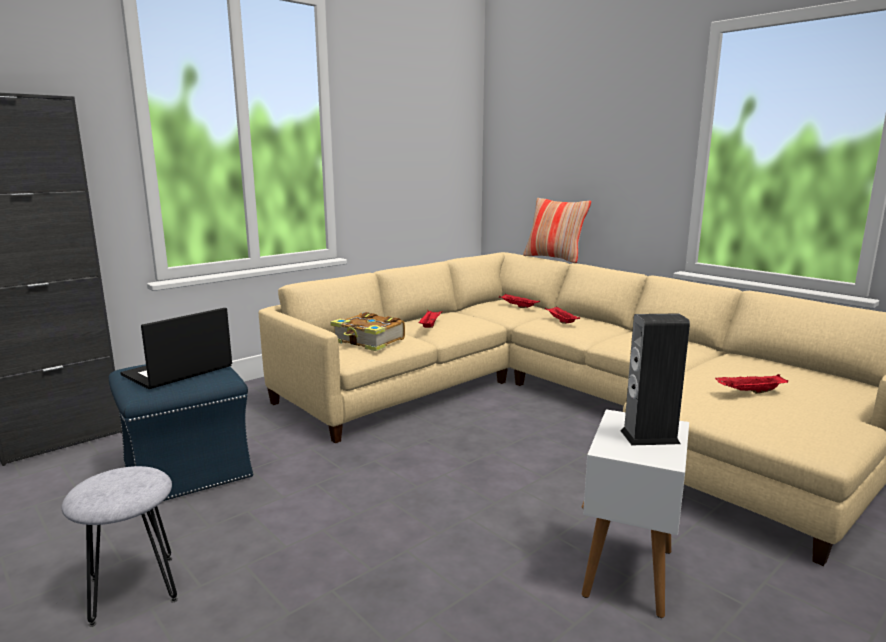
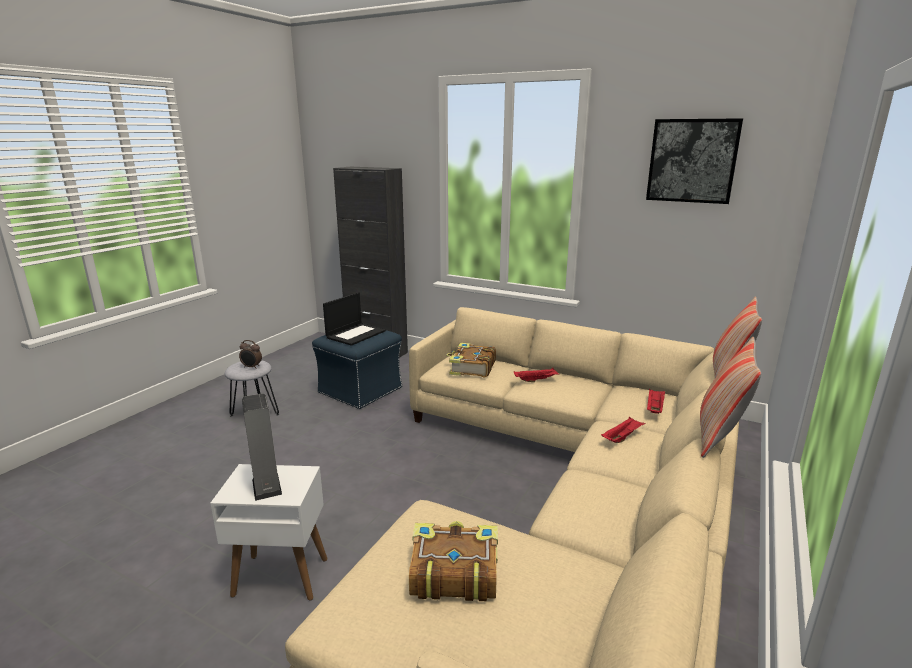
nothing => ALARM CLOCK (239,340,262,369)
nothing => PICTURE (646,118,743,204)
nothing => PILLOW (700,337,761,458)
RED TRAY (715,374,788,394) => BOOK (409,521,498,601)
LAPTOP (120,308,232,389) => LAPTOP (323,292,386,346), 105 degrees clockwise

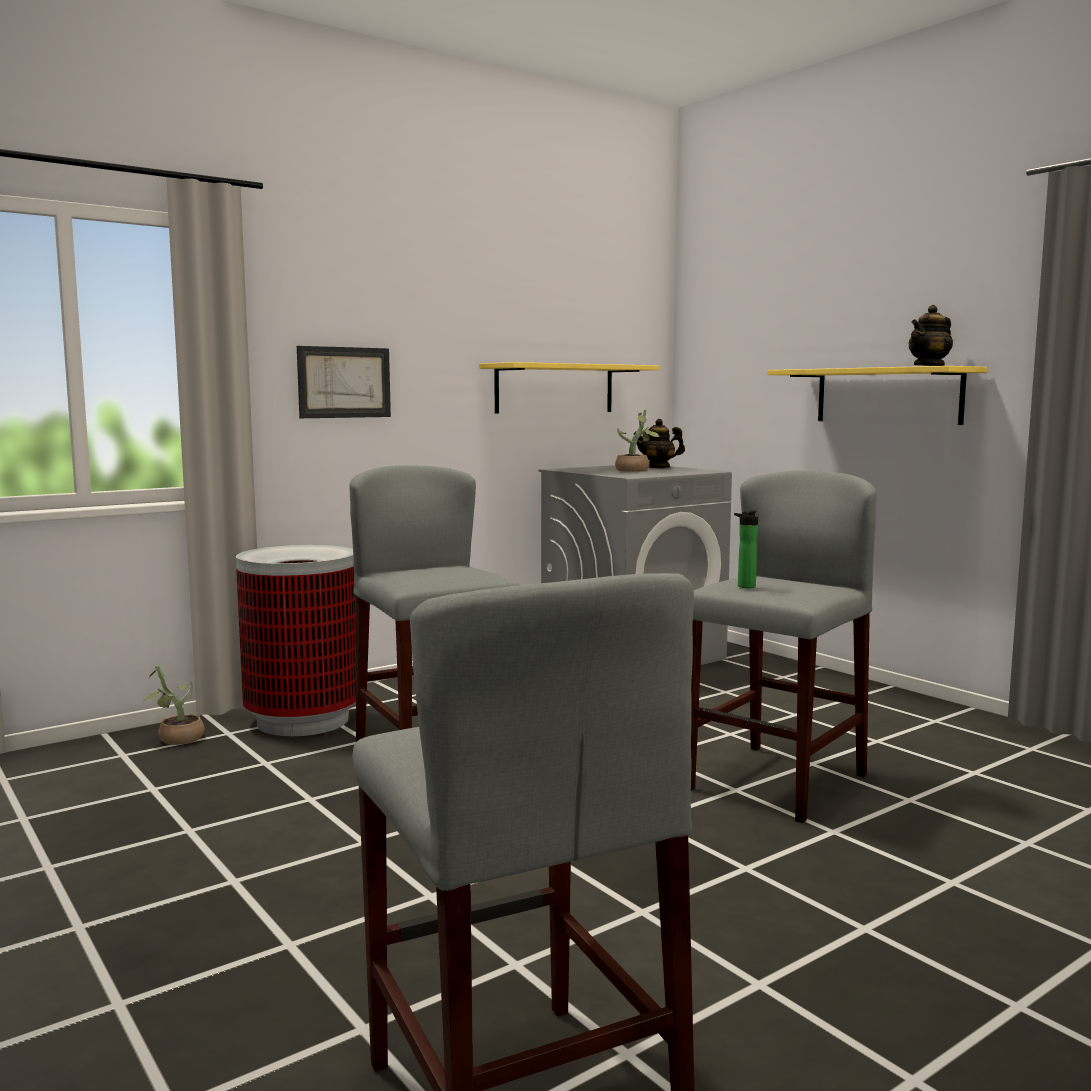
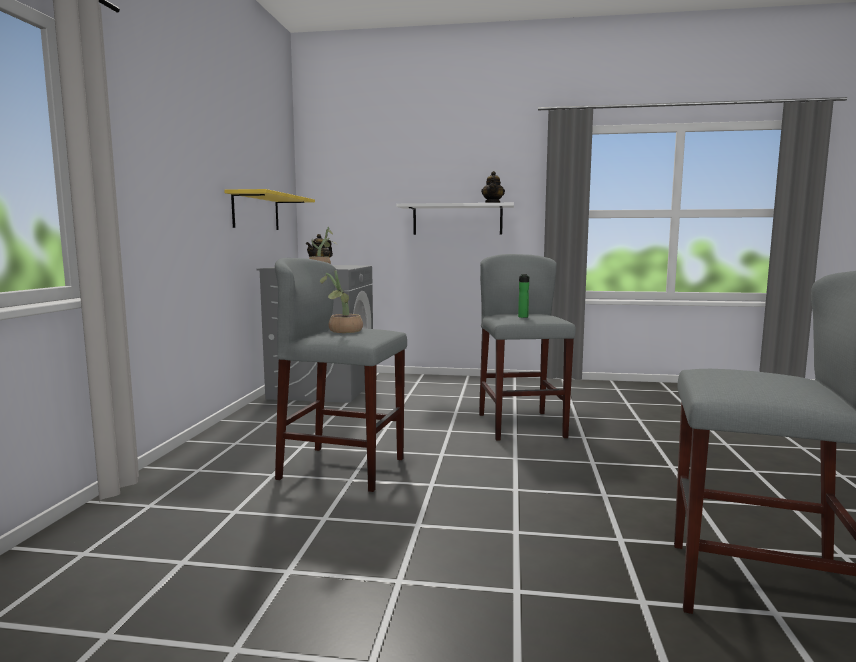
TRASH CAN (236,545,356,736) => nothing
PICTURE (297,346,391,418) => nothing
POTTED PLANT (143,666,205,745) => POTTED PLANT (320,270,363,333), moved
YELLOW SHELF (767,366,987,425) => WHITE SHELF (396,203,514,235)

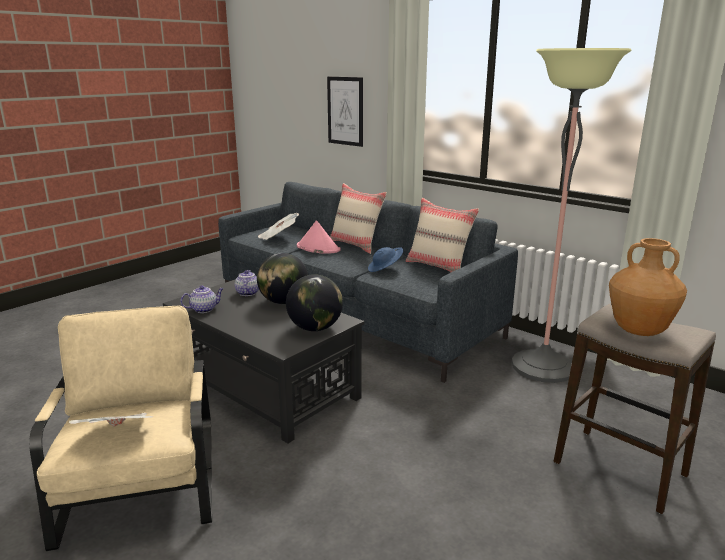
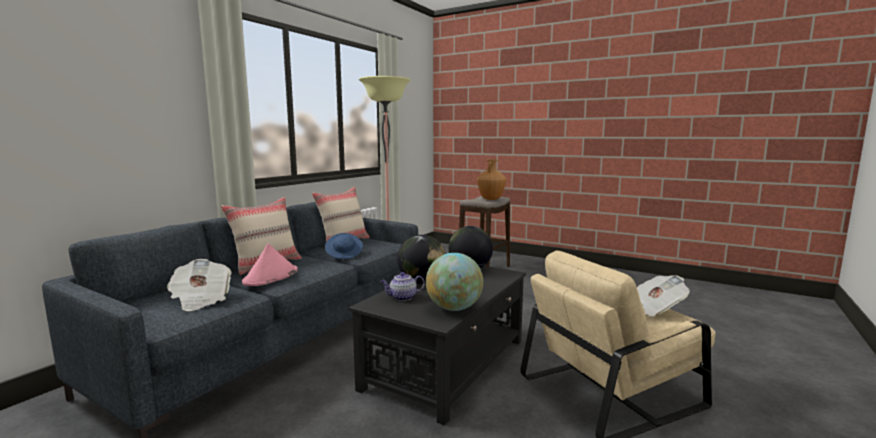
PICTURE (327,77,363,147) => nothing
TEAPOT (180,285,224,313) => GLOBE (426,253,483,311)

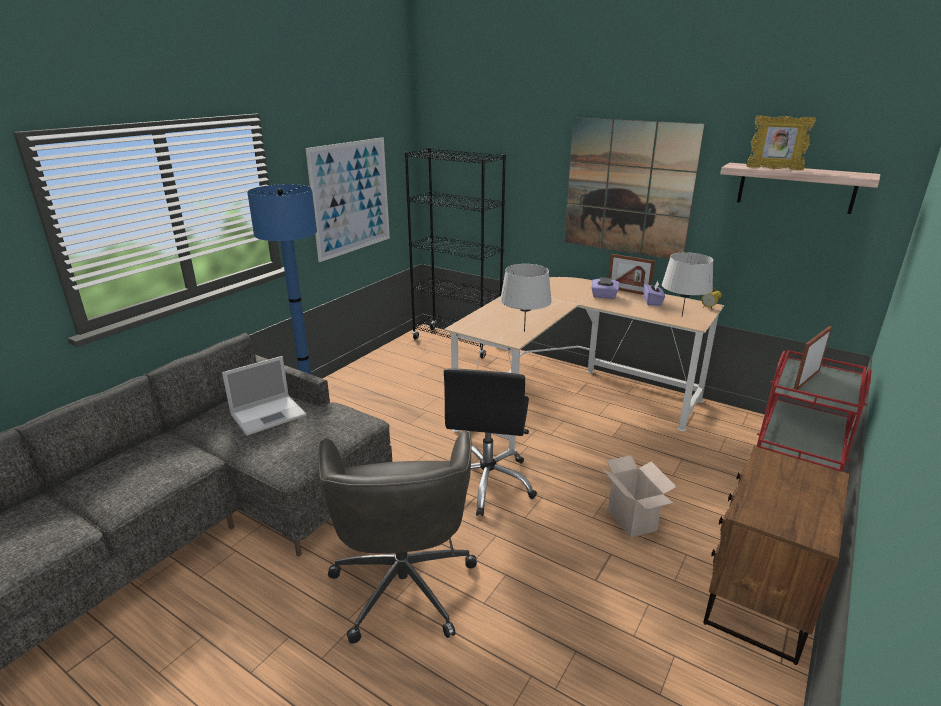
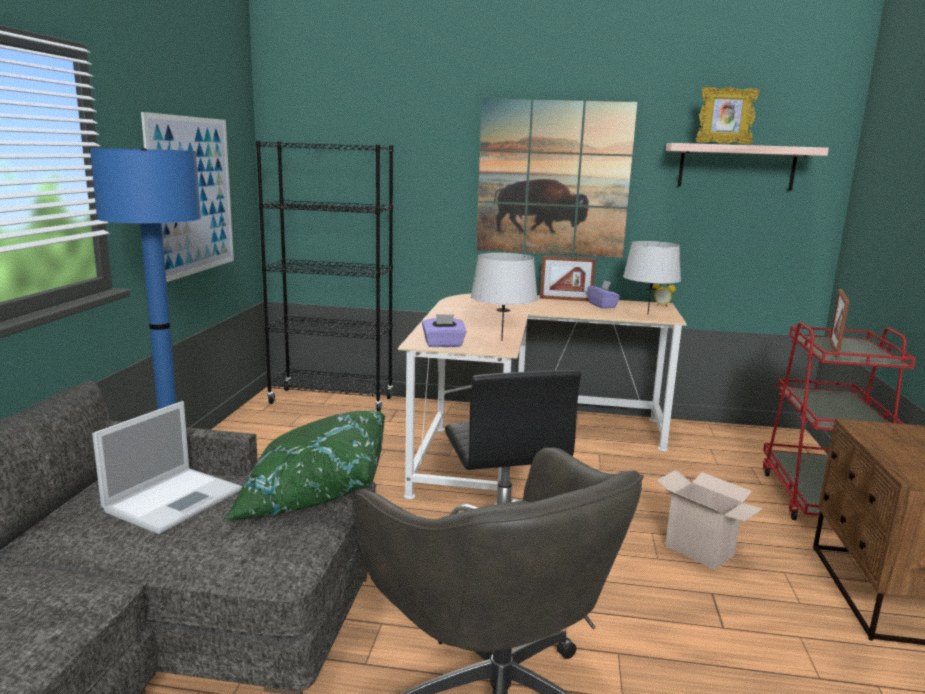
nothing => GREEN PILLOW (225,410,385,520)
PURPLE TISSUE BOX (591,277,619,299) => PURPLE TISSUE BOX (422,314,466,347), moved

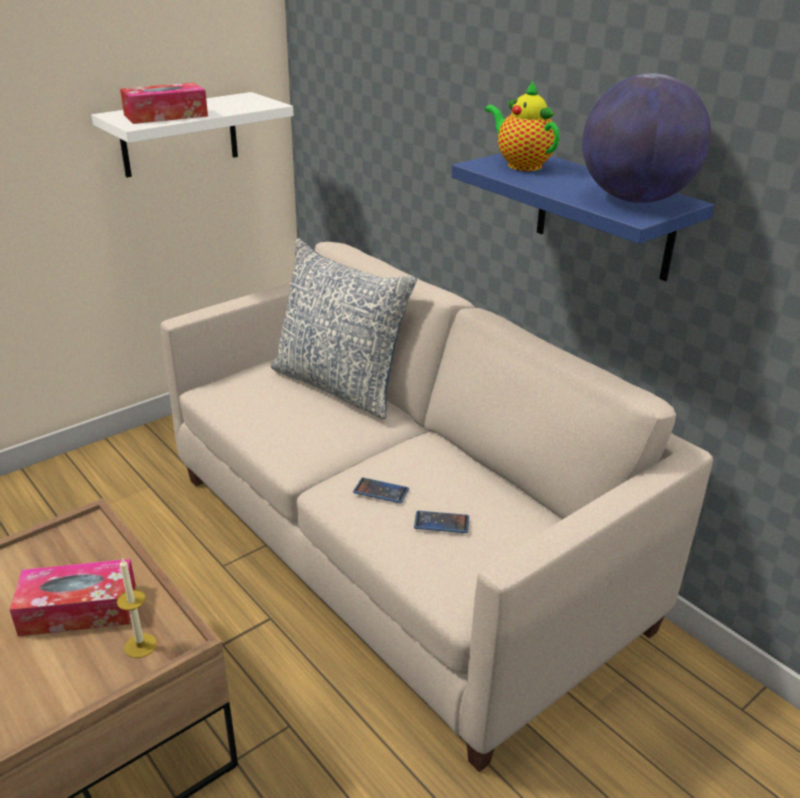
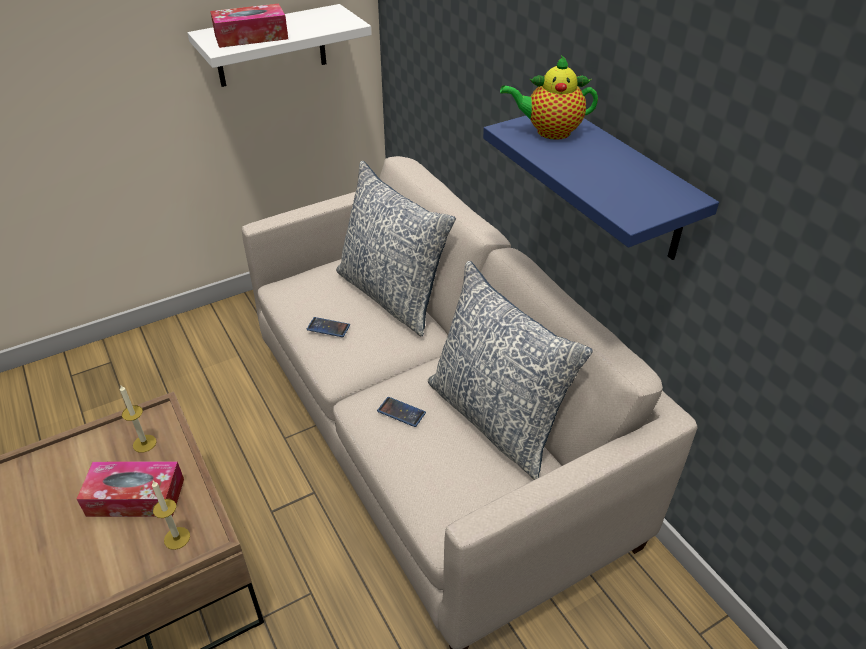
GLOBE (582,73,711,203) => nothing
nothing => CANDLE (120,385,156,453)
nothing => PILLOW (428,261,593,480)
PHONE (414,511,469,533) => PHONE (307,317,350,337), moved
TEAPOT (485,80,560,171) => TEAPOT (500,55,598,140), 60 degrees counterclockwise

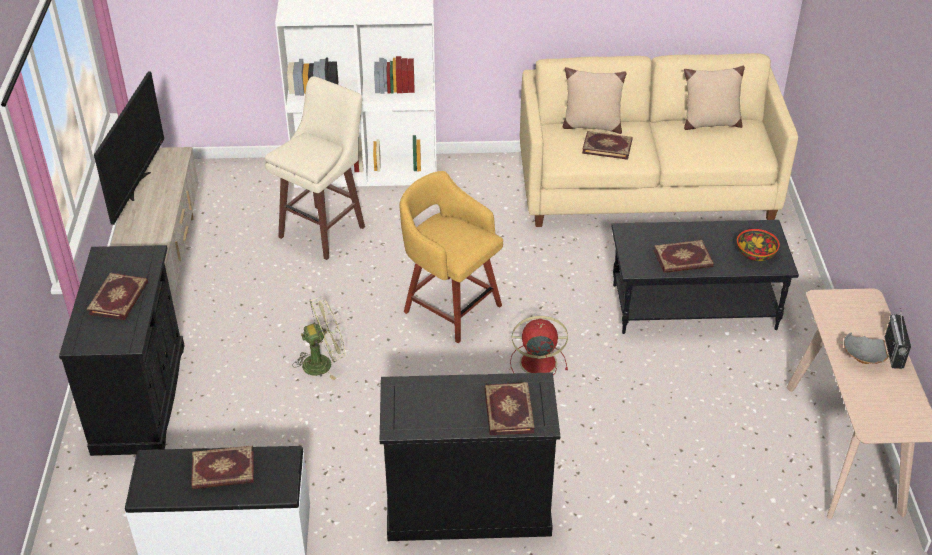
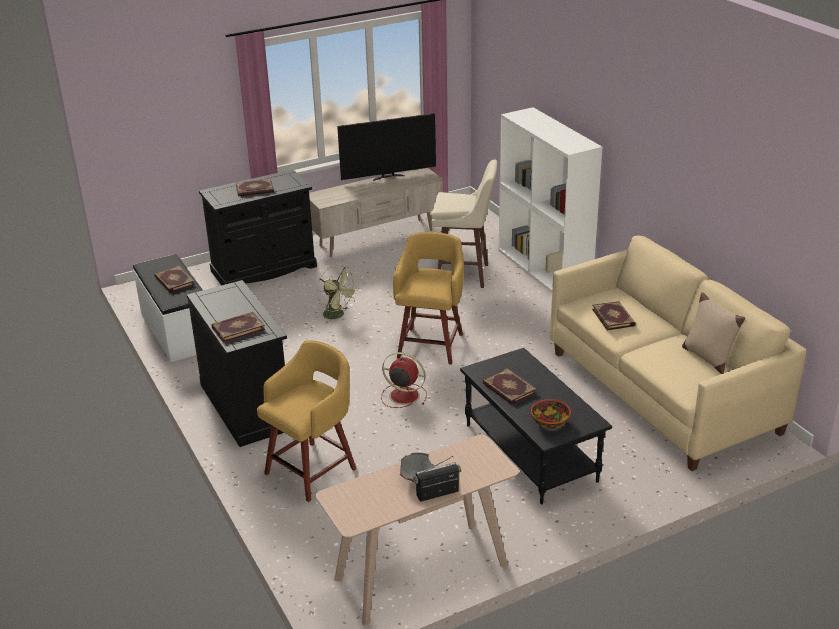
BEIGE PILLOW (563,67,627,134) => nothing
nothing => YELLOW STOOL (257,340,356,502)
RED FAN (510,316,568,375) => RED FAN (381,352,427,408), 45 degrees counterclockwise

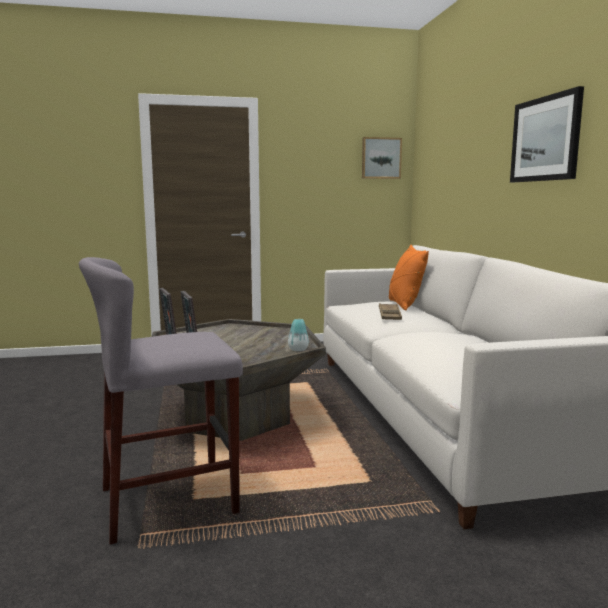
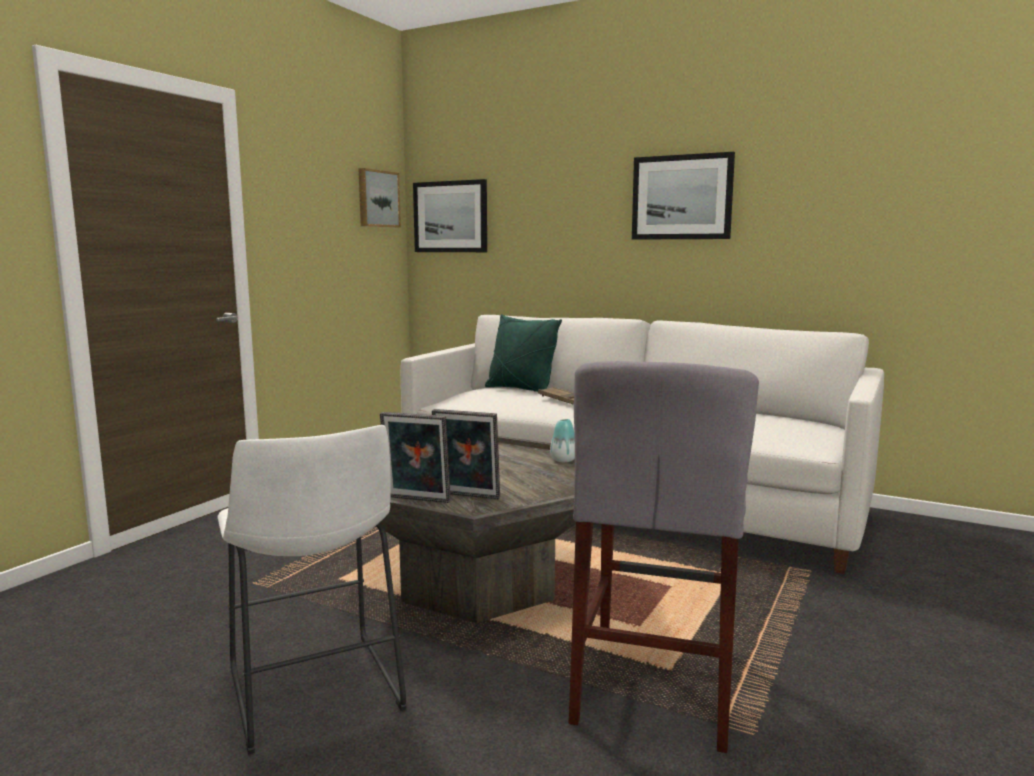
nothing => WHITE STOOL (217,425,407,755)
nothing => PICTURE (413,179,487,252)
ORANGE PILLOW (389,245,429,311) => GREEN PILLOW (485,314,562,392)

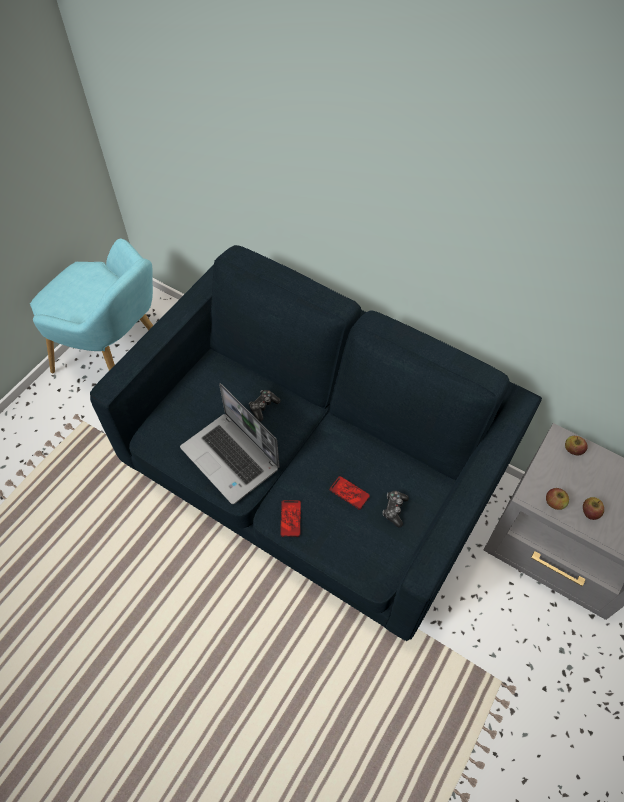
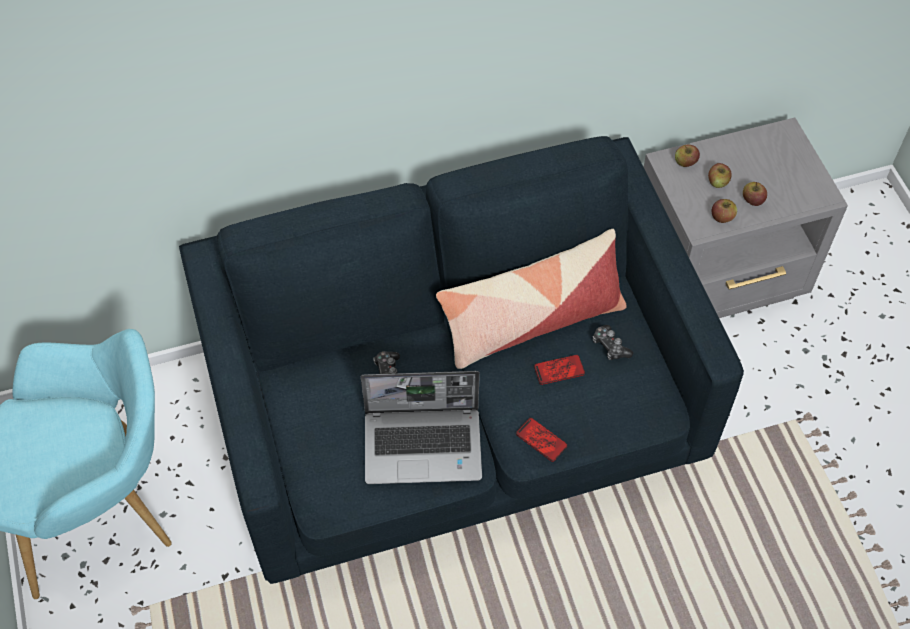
nothing => PILLOW (436,229,626,369)
nothing => APPLE (708,163,732,188)

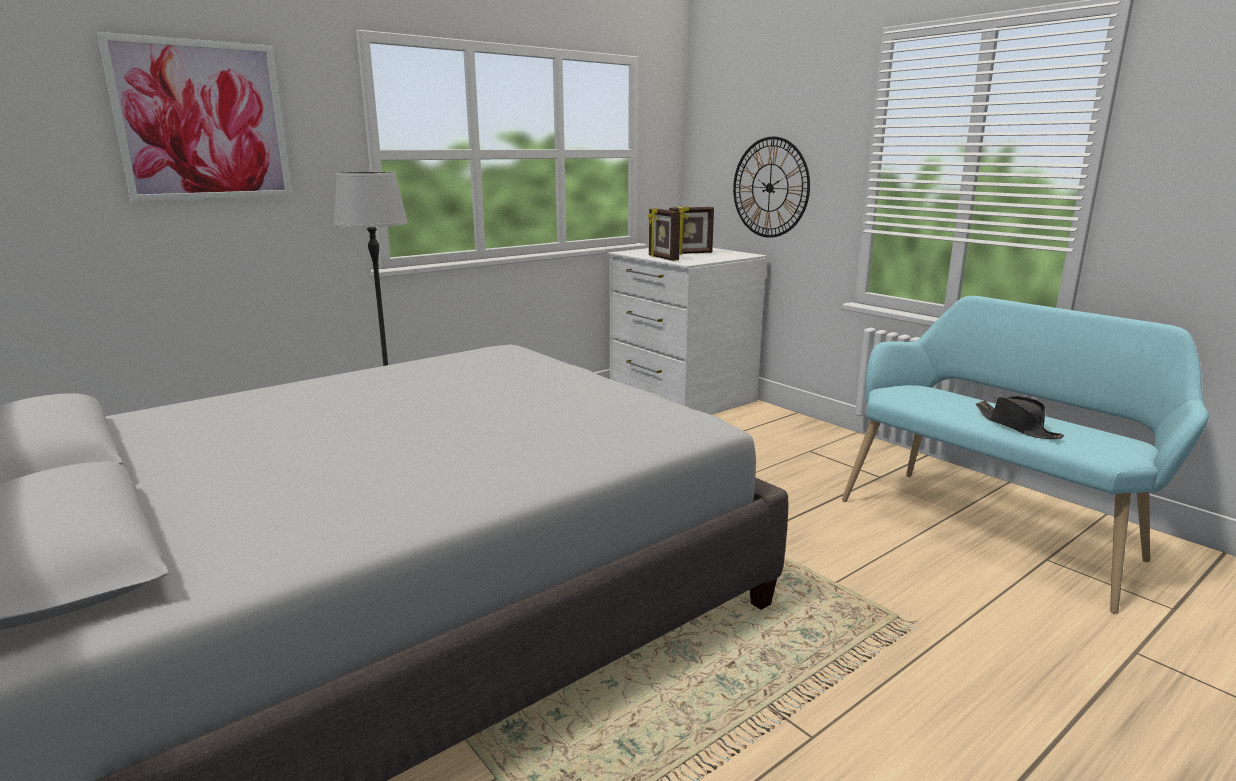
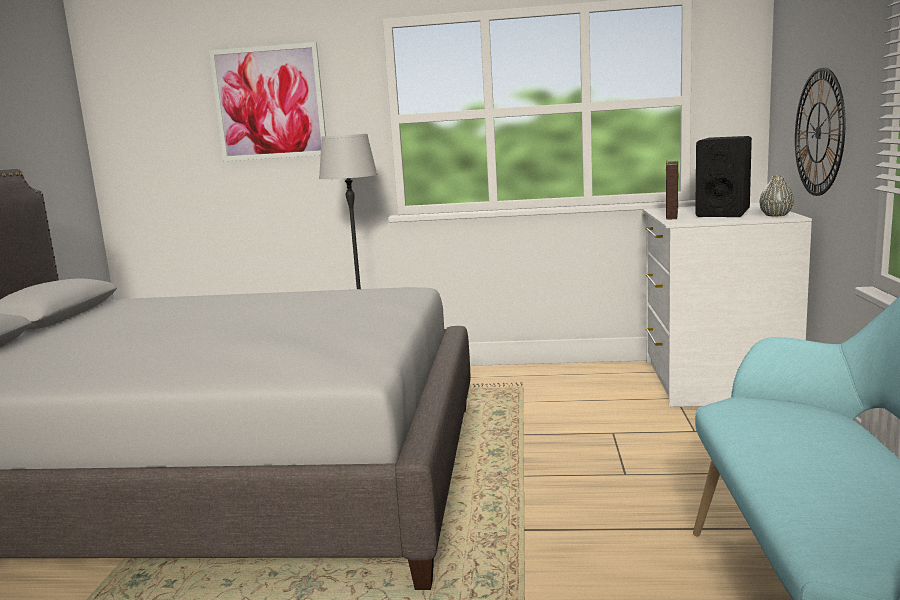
BLACK HAT (976,396,1064,439) => nothing
nothing => GREY VASE (759,176,794,216)
PICTURE FRAME (669,206,714,255) => BLACK SPEAKER (695,136,752,217)

